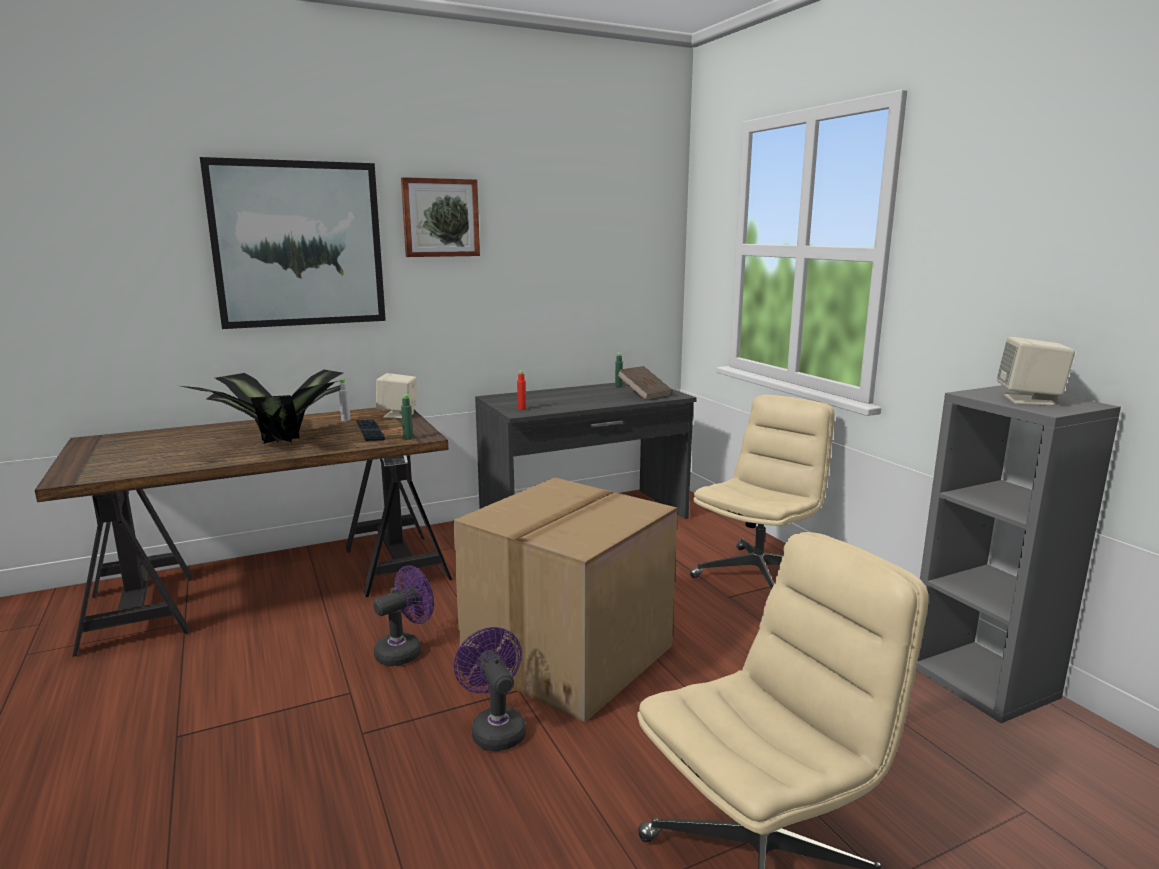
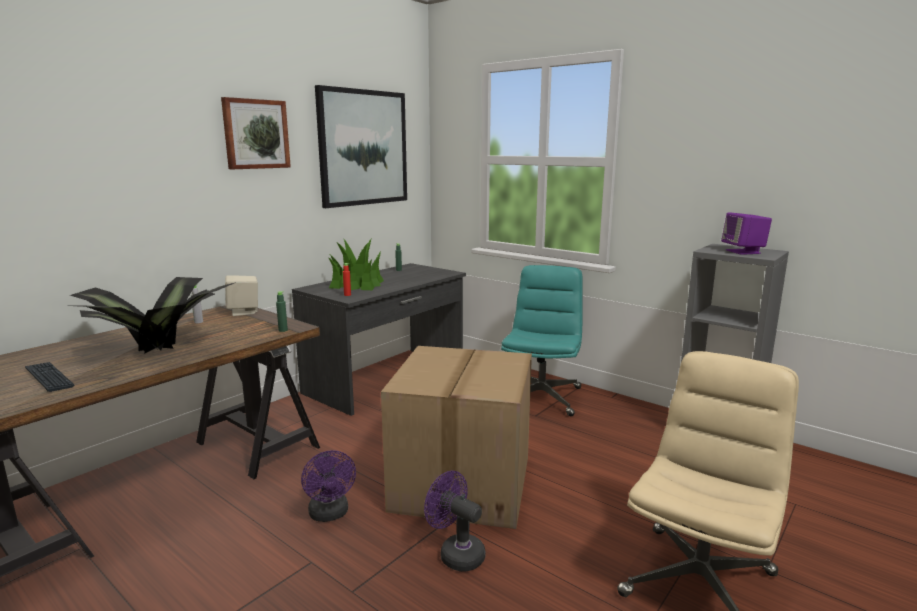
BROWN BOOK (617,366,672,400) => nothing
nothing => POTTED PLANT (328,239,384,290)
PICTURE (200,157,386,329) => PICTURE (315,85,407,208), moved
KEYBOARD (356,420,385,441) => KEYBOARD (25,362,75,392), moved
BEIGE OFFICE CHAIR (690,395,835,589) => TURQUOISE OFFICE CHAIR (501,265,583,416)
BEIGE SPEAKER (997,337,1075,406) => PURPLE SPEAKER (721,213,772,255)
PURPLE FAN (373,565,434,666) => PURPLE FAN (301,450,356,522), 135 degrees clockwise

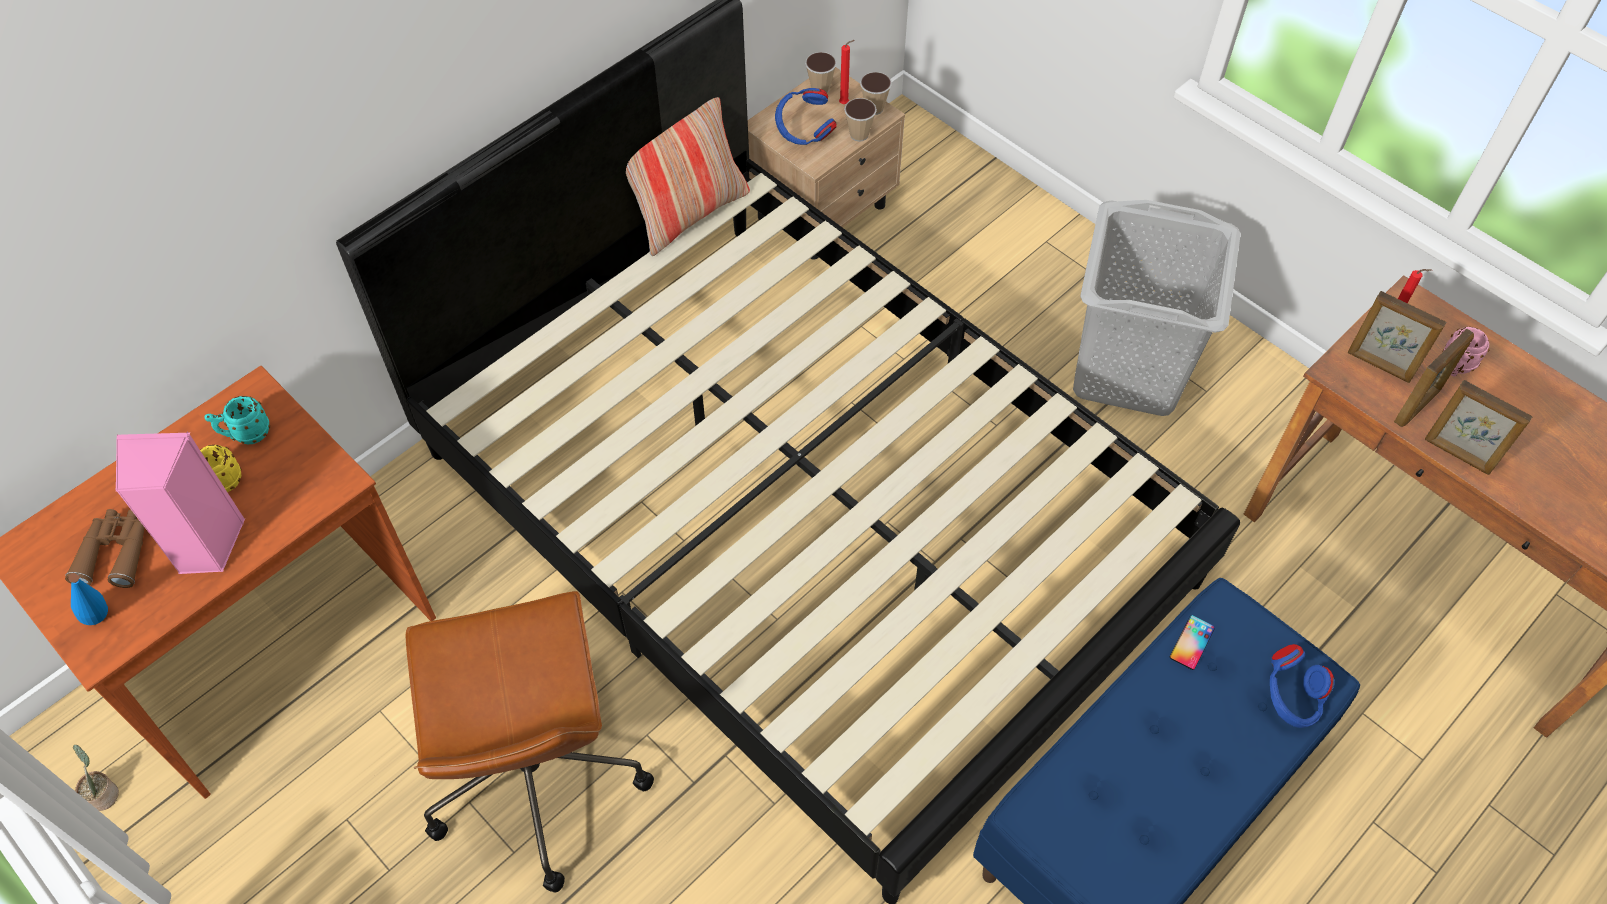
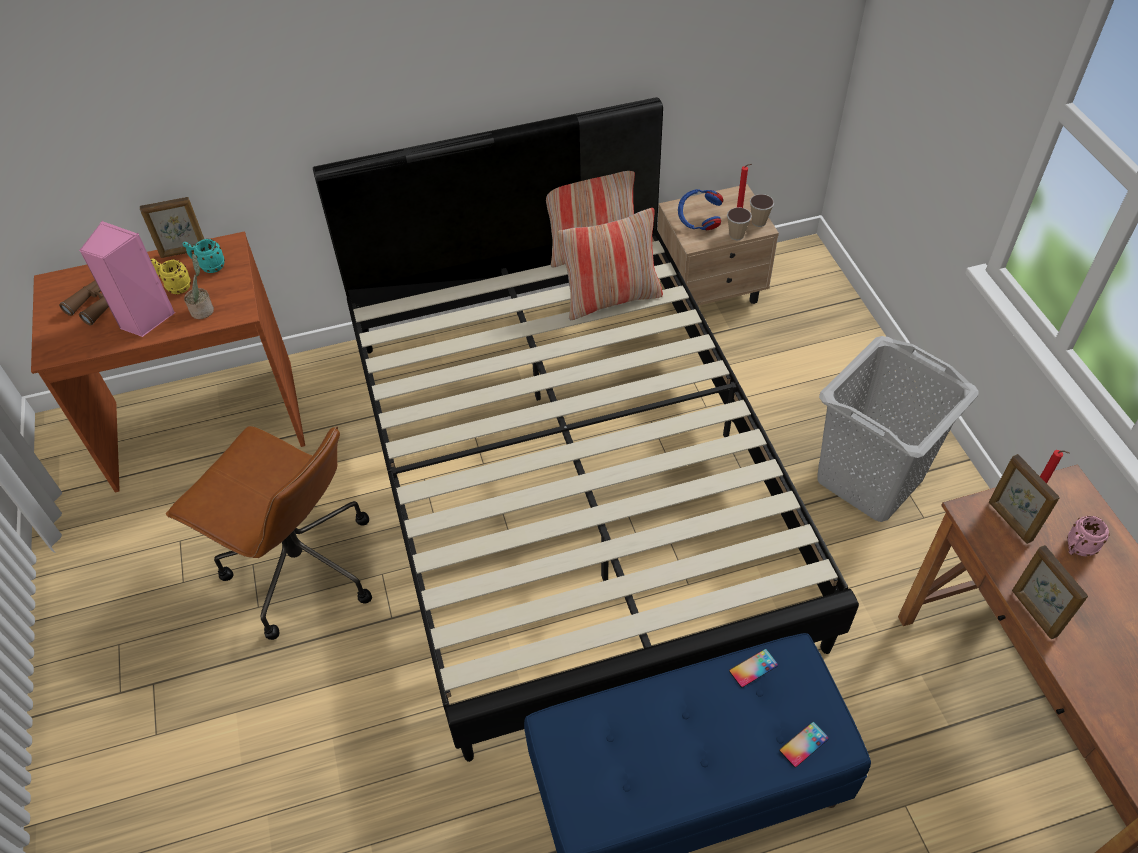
BLUE BOTTLE (68,573,108,625) => nothing
CUP (805,52,837,93) => nothing
nothing => PILLOW (557,208,663,320)
POTTED PLANT (73,745,119,811) => POTTED PLANT (184,254,214,319), moved
PICTURE FRAME (1394,329,1474,427) => PICTURE FRAME (140,197,204,258), moved
BLUE HEADPHONES (1270,644,1335,728) => PHONE (779,722,829,767)
BROWN OFFICE CHAIR (406,591,654,893) => BROWN OFFICE CHAIR (166,426,372,640), 75 degrees counterclockwise

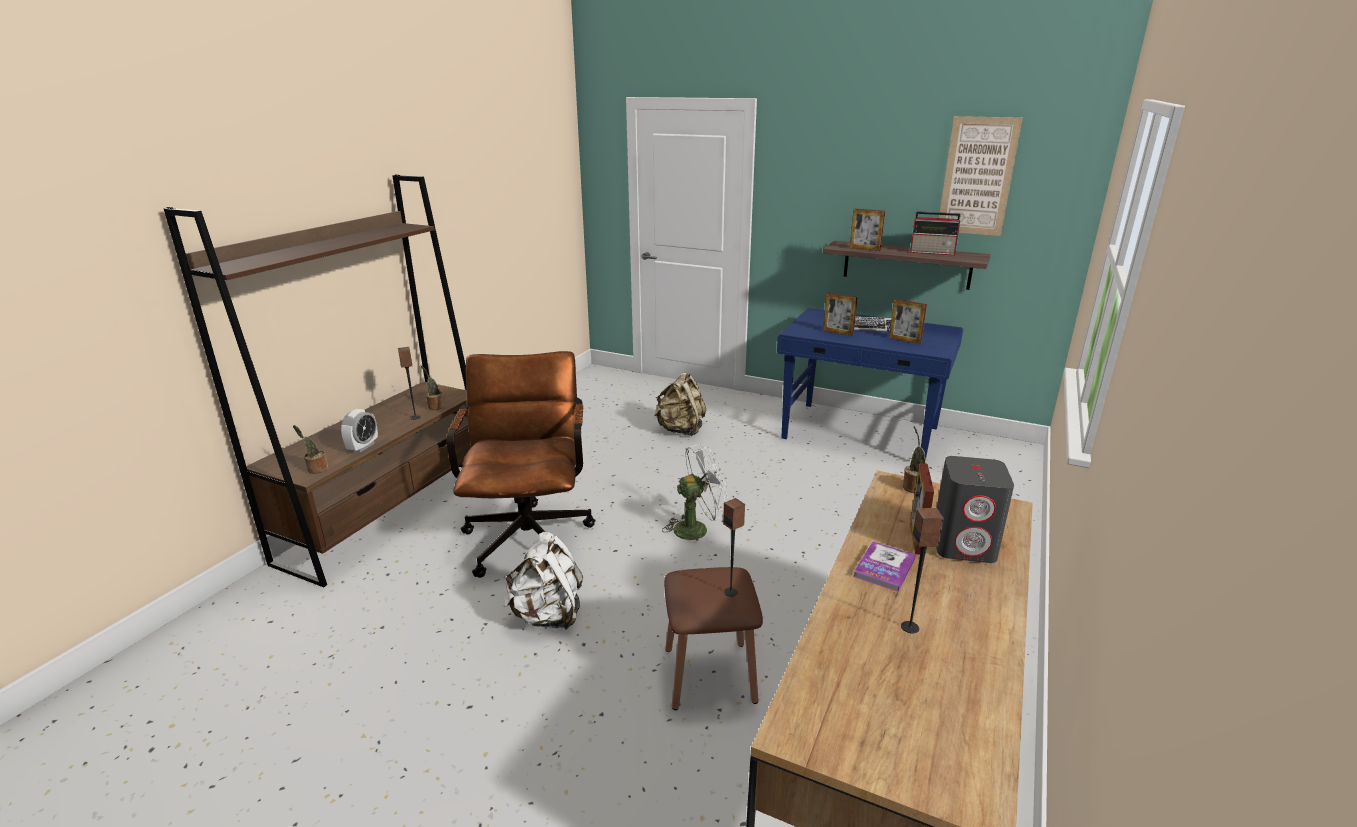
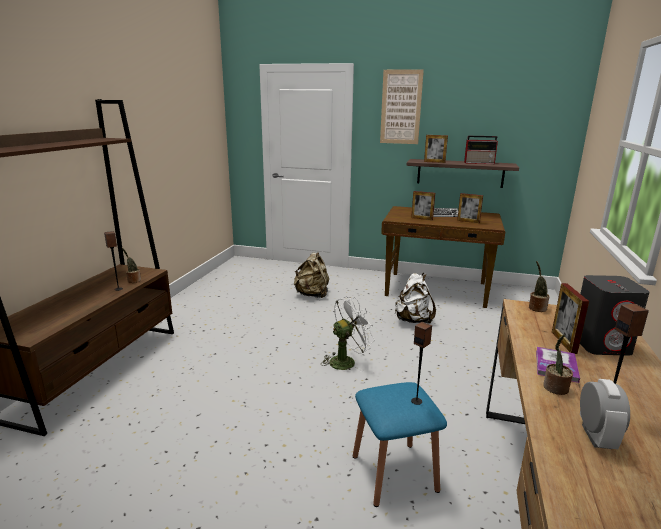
BROWN OFFICE CHAIR (447,351,595,578) => nothing
POTTED PLANT (293,425,328,474) => POTTED PLANT (543,335,573,395), moved
ALARM CLOCK (341,409,378,452) => ALARM CLOCK (580,379,630,449), moved
WHITE BACKPACK (504,532,583,630) => WHITE BACKPACK (395,273,436,324), moved
PICTURE (939,116,1023,236) => PICTURE (380,69,424,144), moved
BROWN STOOL (664,567,763,710) => BLUE STOOL (353,382,447,507)
BLUE DESK (777,308,963,460) => BROWN DESK (381,206,505,308)

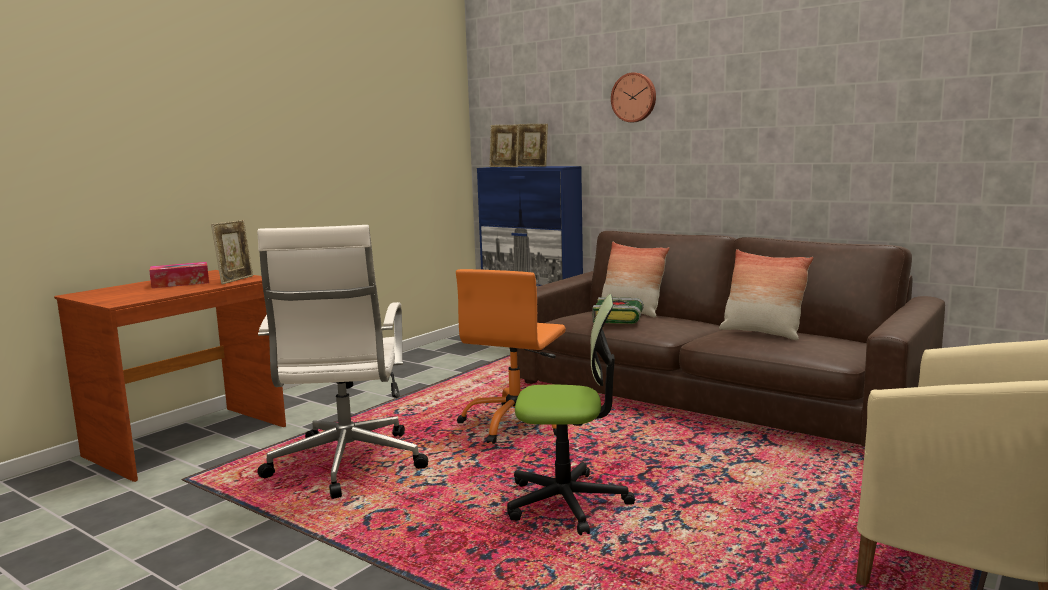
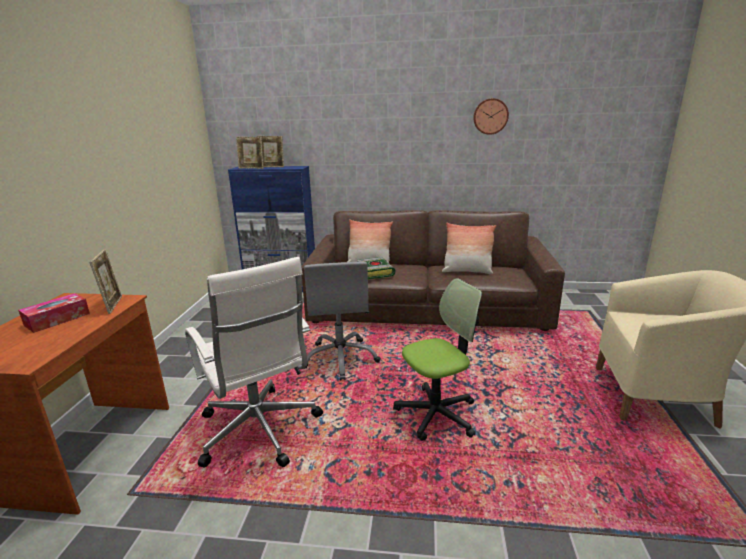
WALL CLOCK (611,72,656,122) => WALL CLOCK (473,98,509,135), moved
ORANGE OFFICE CHAIR (456,269,566,444) => GREY OFFICE CHAIR (304,262,381,381)

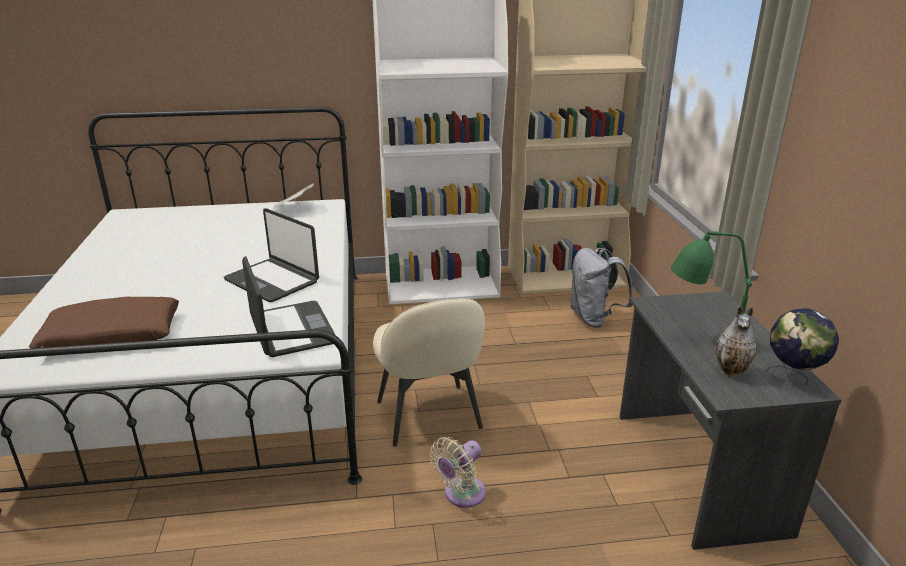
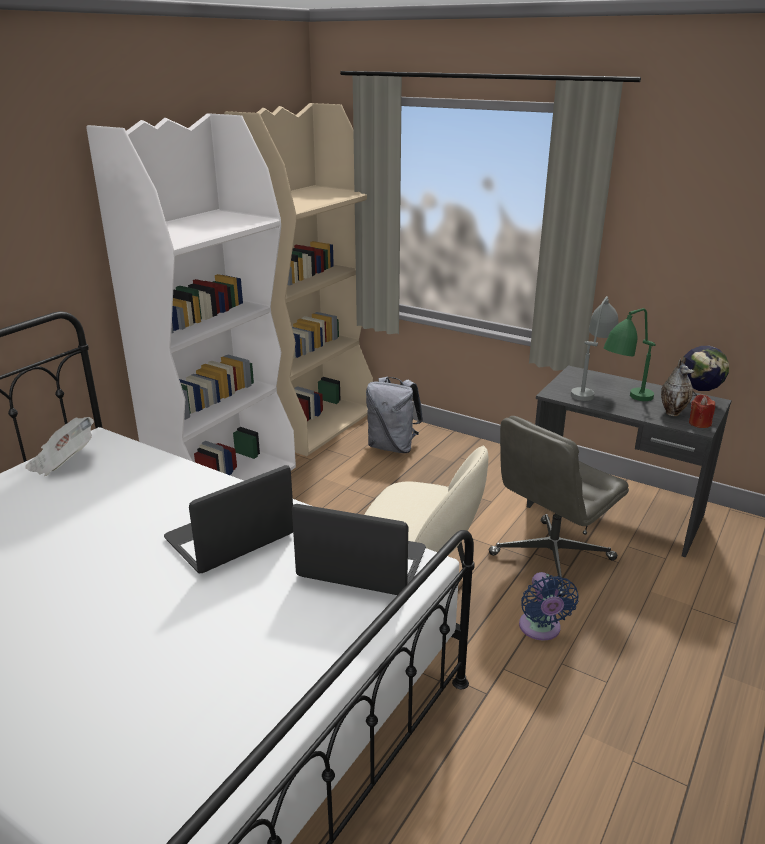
BROWN PILLOW (29,297,179,348) => nothing
nothing => GREY OFFICE CHAIR (489,416,629,597)
nothing => GREY TABLE LAMP (571,296,619,401)
nothing => RED CANDLE (689,394,715,428)
BEIGE FAN (430,437,486,508) => BLUE FAN (519,572,579,641)
LAPTOP (224,208,319,302) => LAPTOP (164,465,293,573), 150 degrees clockwise

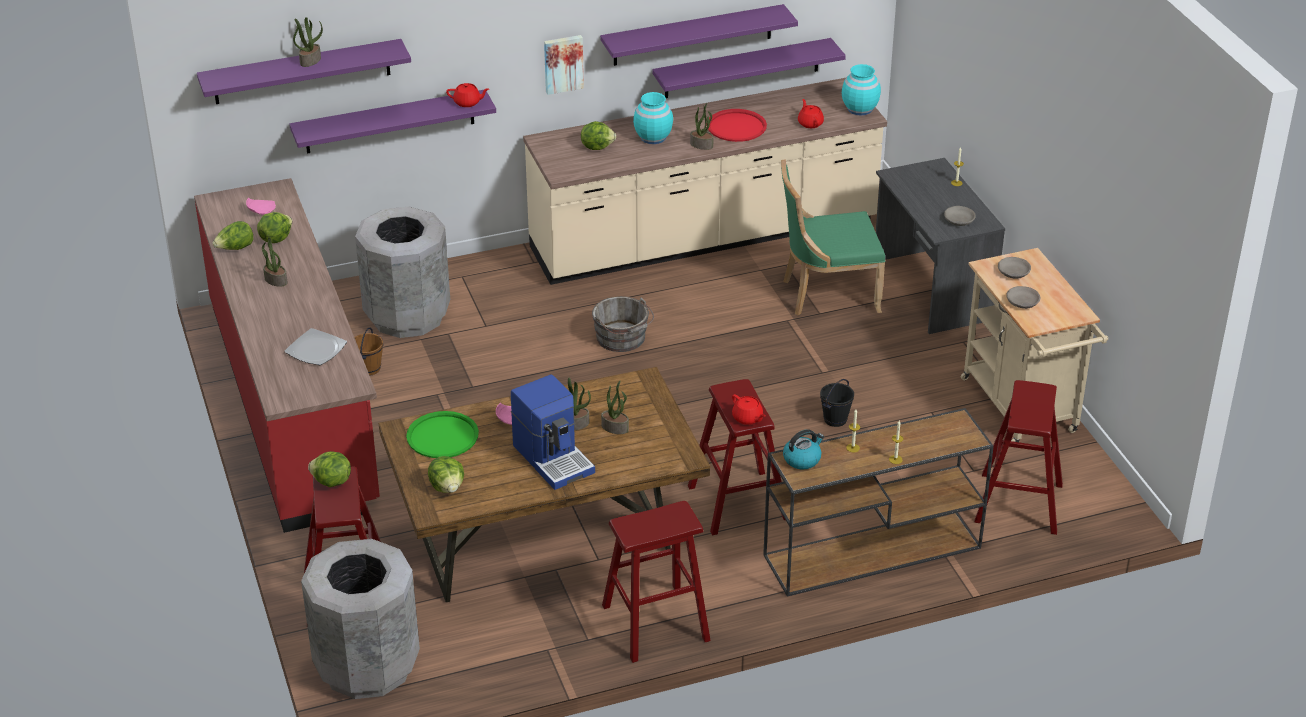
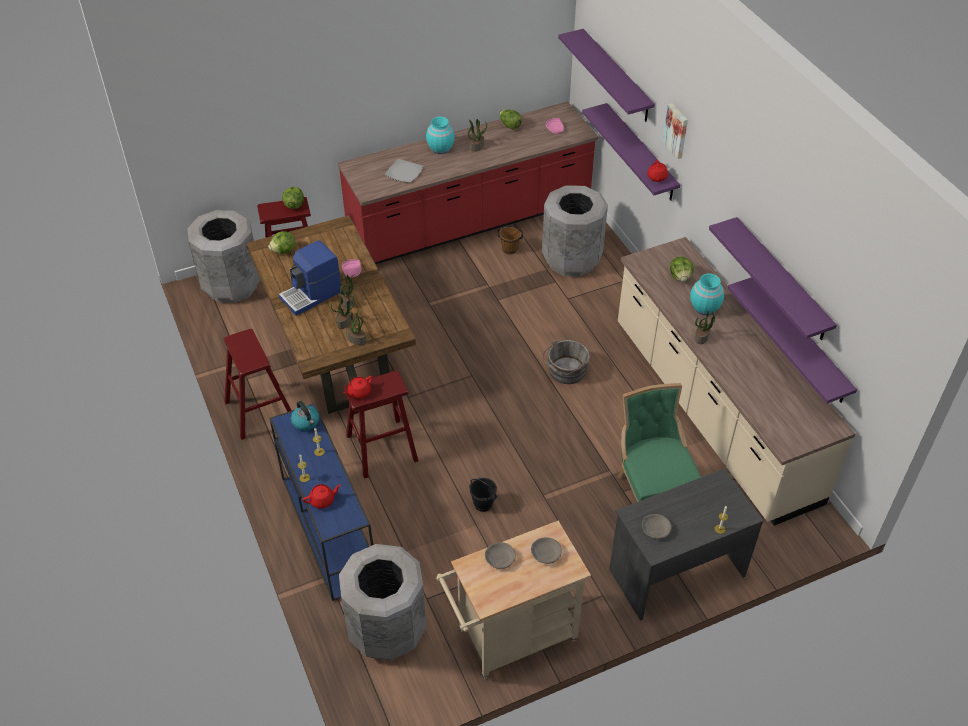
LETTUCE (257,212,292,243) => nothing
GREEN TRAY (406,411,479,458) => nothing
RED TRAY (708,109,767,142) => nothing
POTTED PLANT (293,17,323,67) => POTTED PLANT (347,309,367,345), moved
PICTURE (544,35,584,95) => PICTURE (662,103,688,159), moved
RED TEAPOT (798,99,824,128) => RED TEAPOT (303,484,341,509), moved
TURQUOISE VASE (842,64,881,116) => TURQUOISE VASE (426,117,455,154), moved
RED STOOL (974,380,1063,535) => GREY TRASH CAN (339,544,426,660)
BROWN CONSOLE TABLE (763,408,994,597) => BLUE CONSOLE TABLE (269,403,373,601)

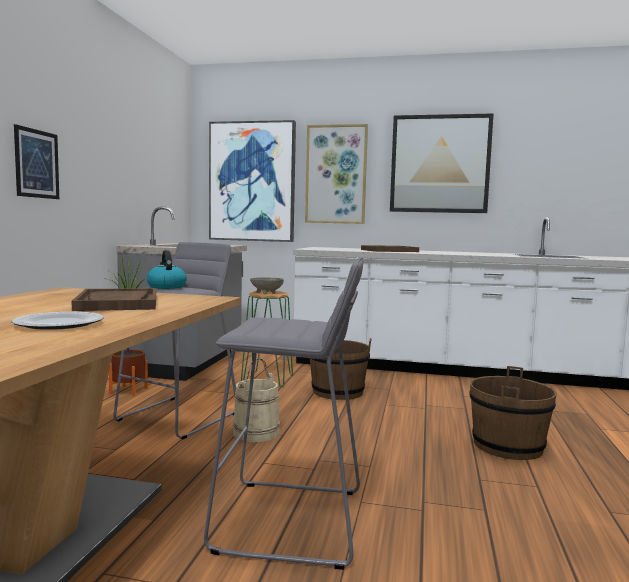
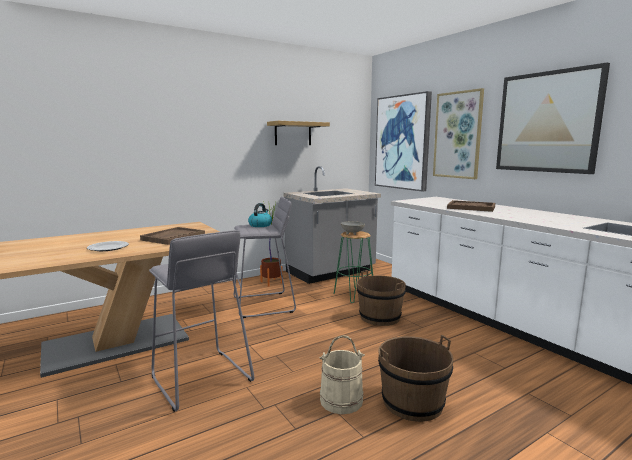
PICTURE (14,124,59,199) => nothing
nothing => SHELF (267,121,330,145)
BEIGE BUCKET (233,357,280,442) => BEIGE BUCKET (319,335,365,414), moved

